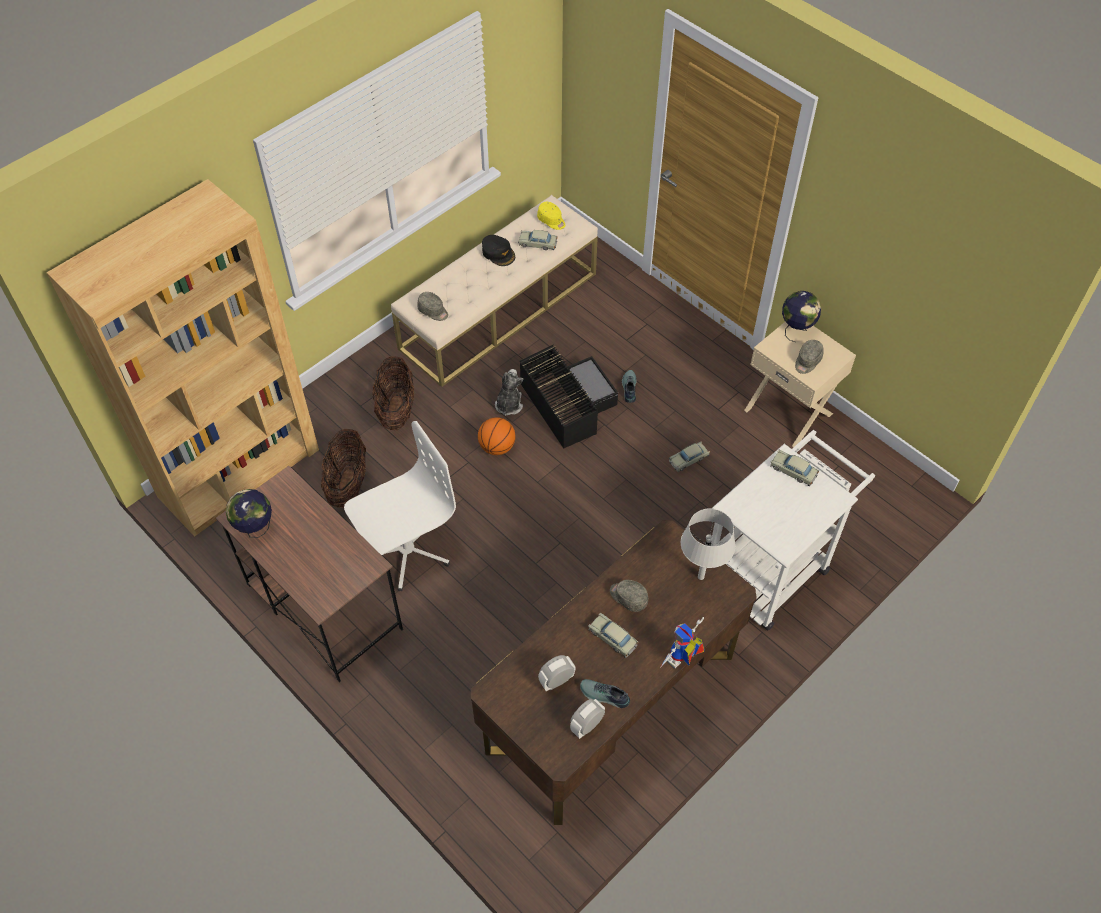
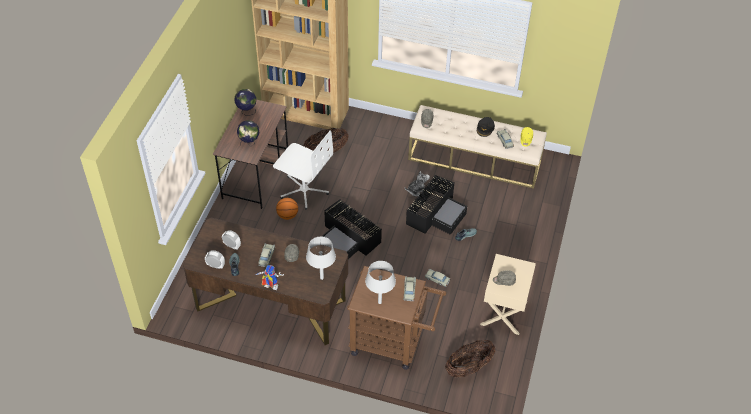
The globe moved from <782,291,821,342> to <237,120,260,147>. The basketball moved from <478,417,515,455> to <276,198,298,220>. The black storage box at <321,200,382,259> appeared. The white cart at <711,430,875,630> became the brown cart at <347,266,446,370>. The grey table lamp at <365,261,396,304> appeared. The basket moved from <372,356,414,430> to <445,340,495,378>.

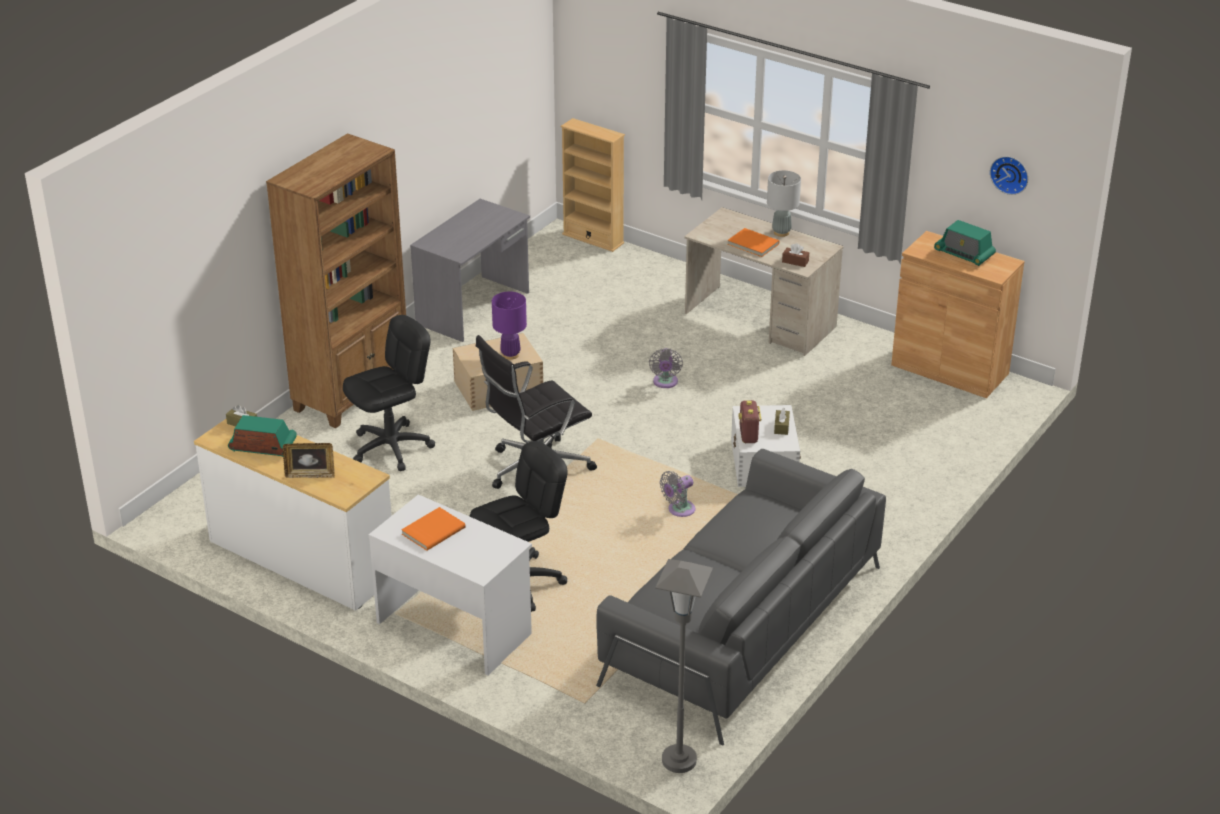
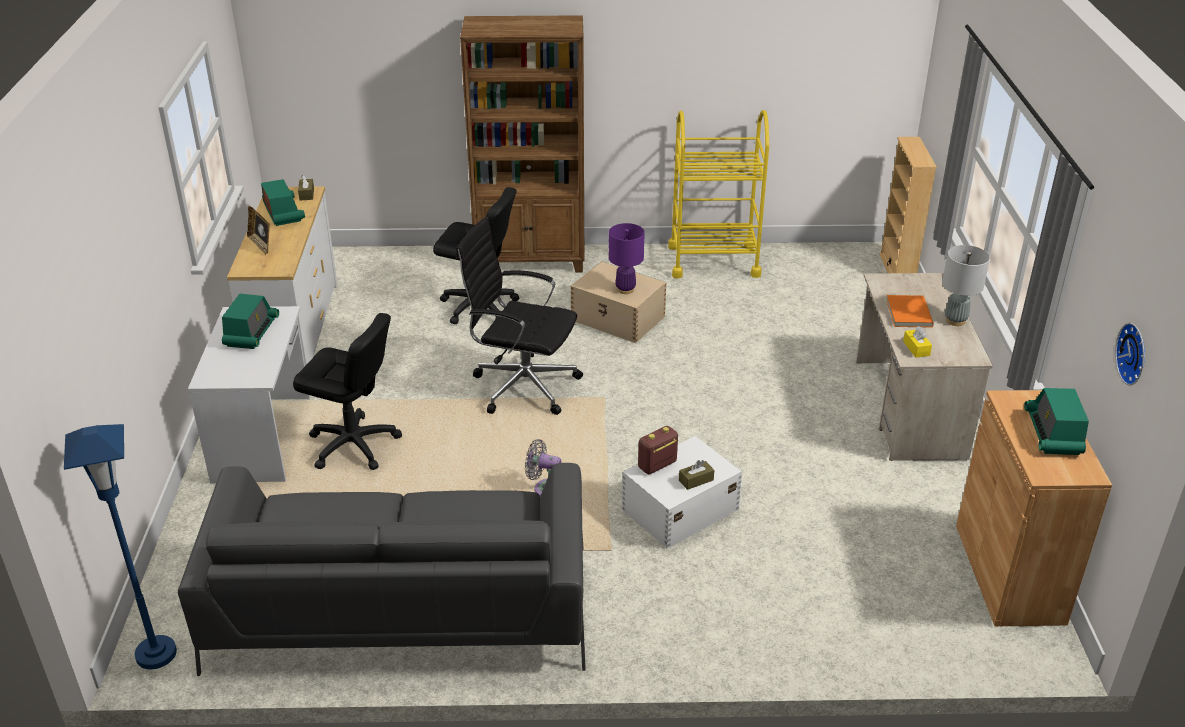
The grey floor lamp at <655,559,713,773> became the blue floor lamp at <64,424,177,669>. The orange book at <401,507,466,551> was replaced by the radio at <222,294,279,349>. The grey desk at <410,199,530,342> was replaced by the yellow cart at <668,110,769,279>. The brown tissue box at <782,243,809,267> became the yellow tissue box at <903,326,932,358>. The grey fan at <649,348,683,388> disappeared.

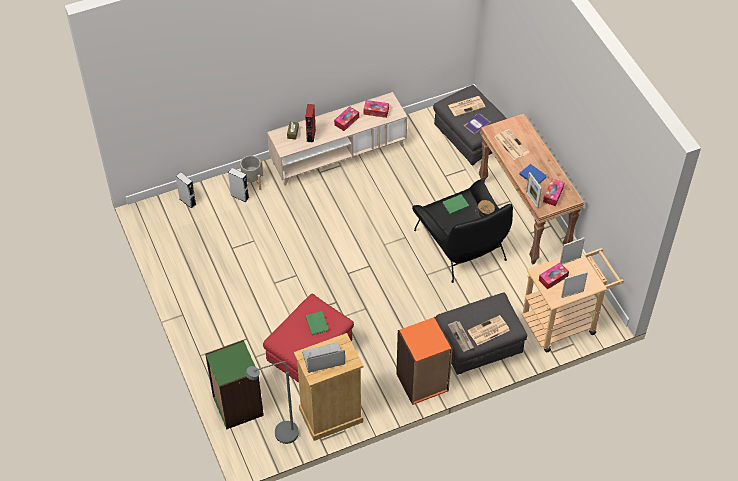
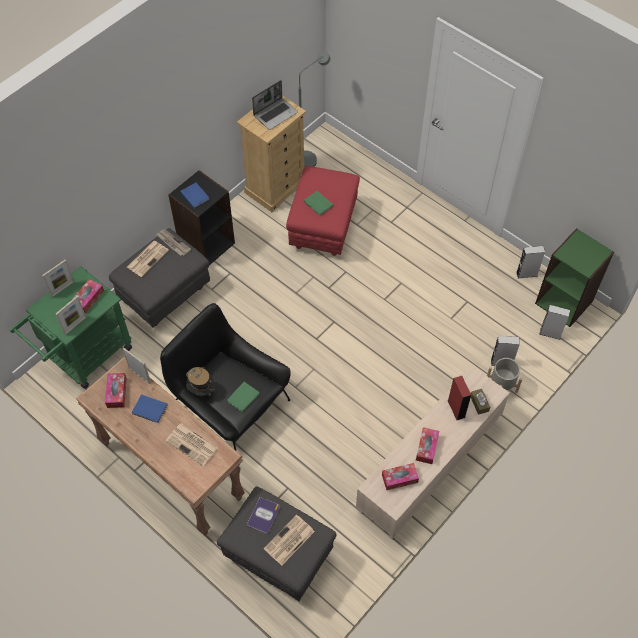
The beige cart at <522,248,624,352> became the green cart at <10,266,132,389>. The orange bookcase at <396,317,453,405> became the black bookcase at <168,170,235,265>. The blue book at <180,183,210,208> appeared. The grey speaker at <516,246,545,278> appeared. The green bookcase moved from <205,340,264,430> to <535,228,614,327>.

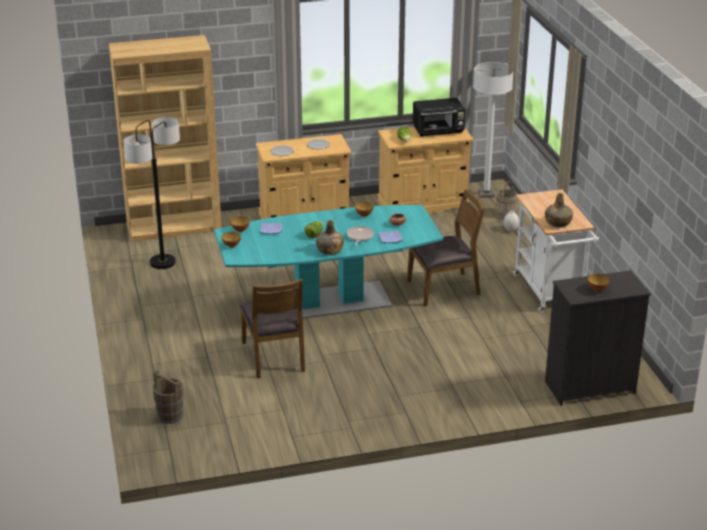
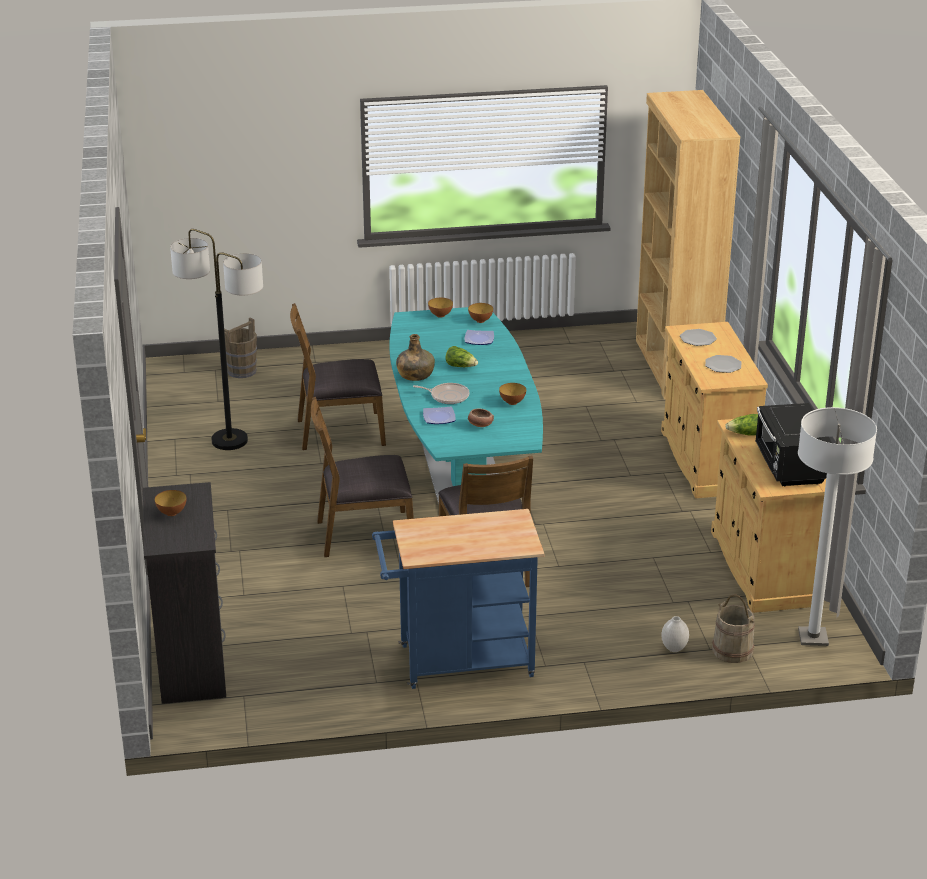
The floor lamp moved from <123,117,180,269> to <170,229,263,450>. The brown chair at <311,397,414,557> appeared. The white cart at <513,189,599,312> became the blue cart at <372,509,544,689>. The green bottle at <545,193,573,227> disappeared.

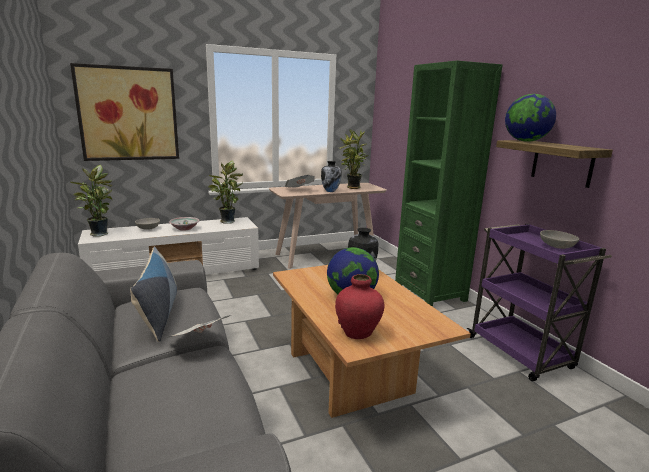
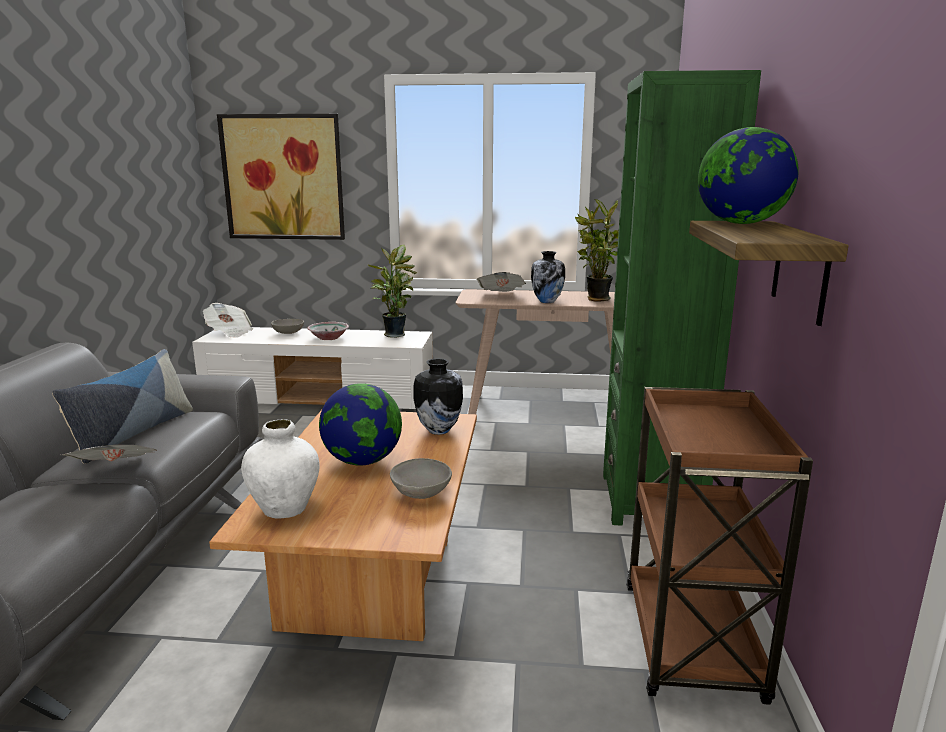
The potted plant at <71,165,113,237> was replaced by the newspaper at <203,303,253,338>. The red vase at <335,274,384,339> became the white vase at <241,419,320,518>. The grey bowl moved from <540,230,579,249> to <390,458,452,499>. The purple cart at <467,224,612,382> became the brown cart at <626,387,813,705>.

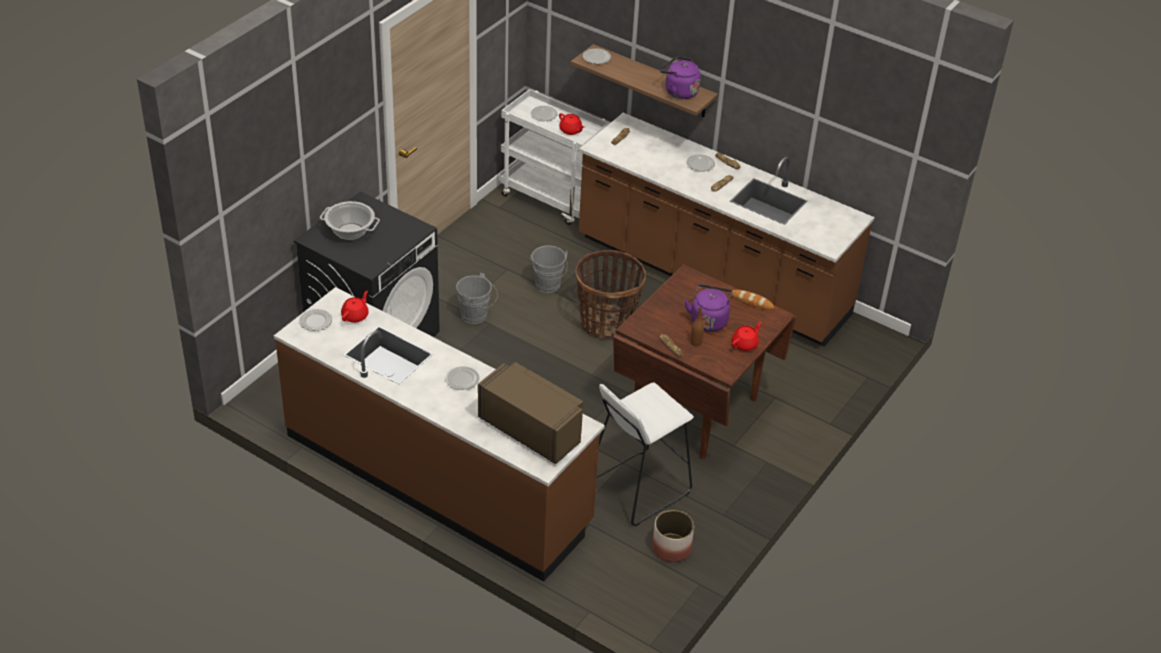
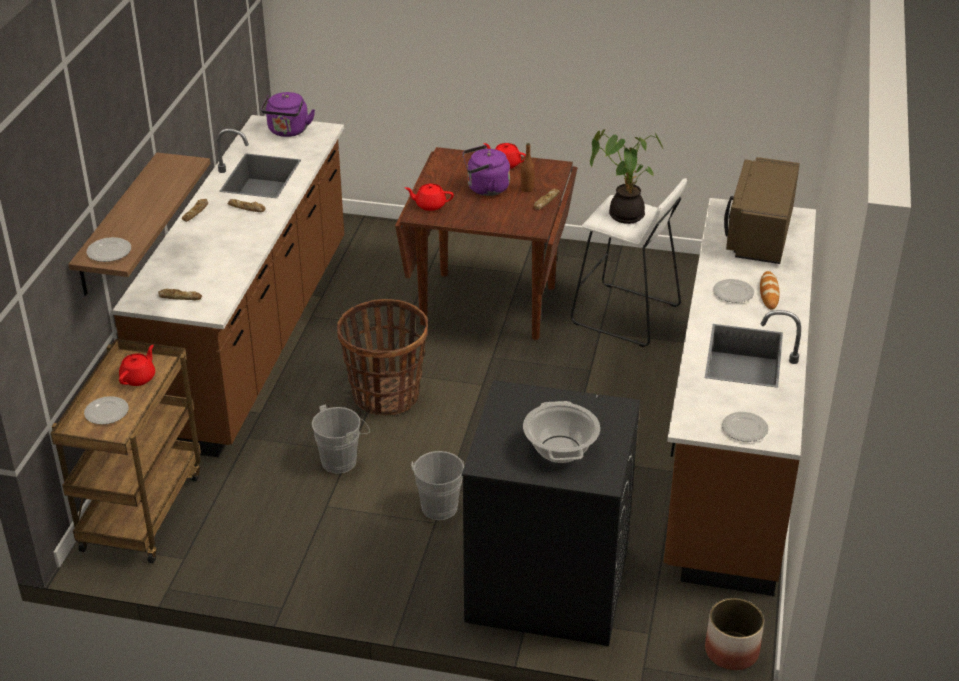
The white cart at <501,89,610,225> became the brown cart at <51,339,201,563>. The purple kettle moved from <660,56,701,99> to <261,92,315,137>. The red teapot moved from <341,291,369,323> to <405,184,454,211>. The potted plant at <590,129,663,224> appeared. The planter moved from <652,510,694,562> to <705,598,764,670>. The bread moved from <730,290,775,310> to <760,271,780,310>. The plate at <686,154,715,172> disappeared.

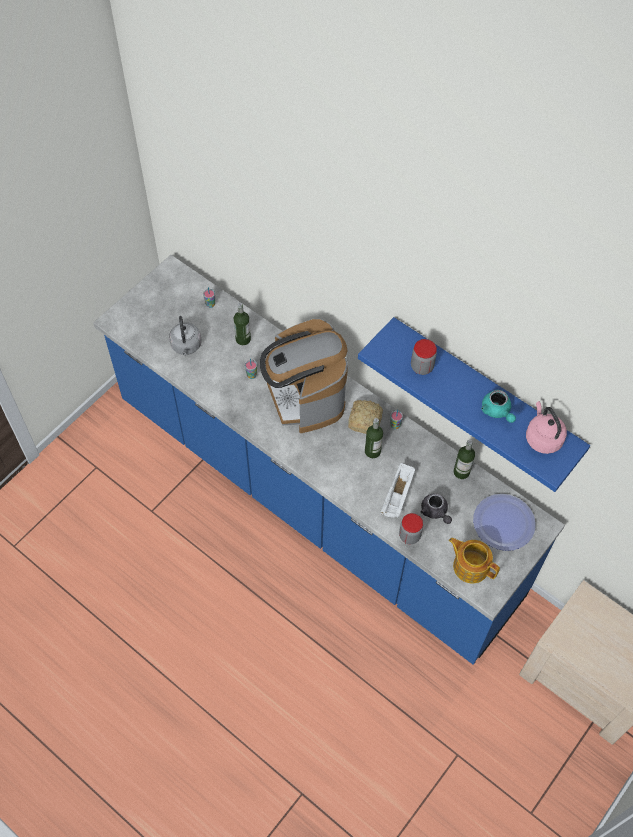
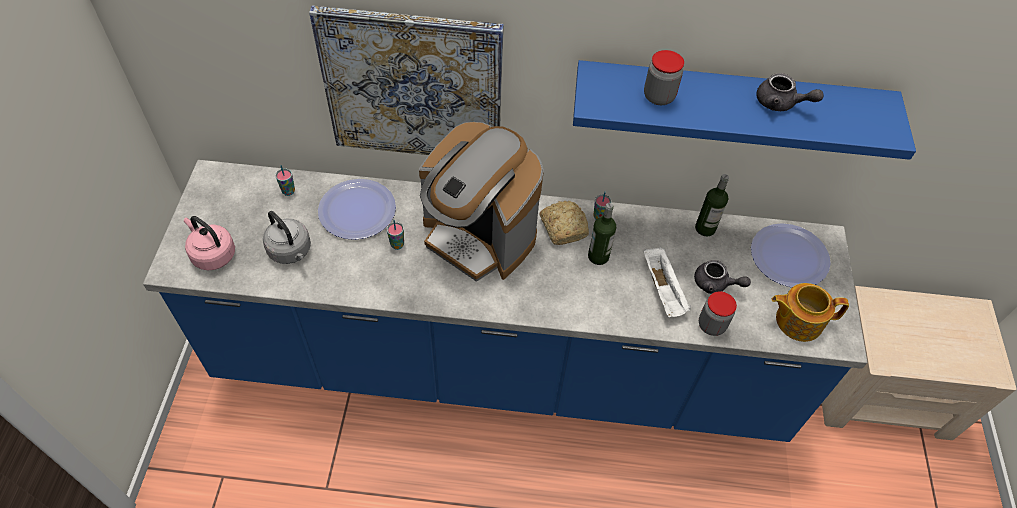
The pink kettle moved from <526,401,567,454> to <184,216,235,270>. The picture at <309,6,504,155> appeared. The bottle at <234,303,251,345> was replaced by the plate at <318,179,396,240>. The turquoise teapot at <481,390,516,423> became the grey teapot at <756,73,823,111>.

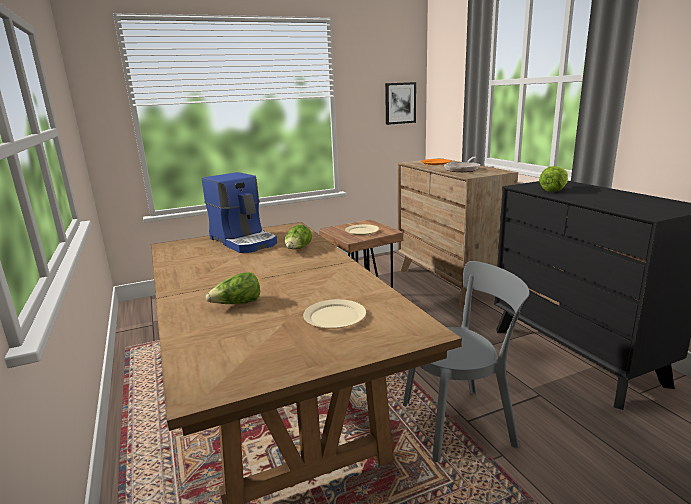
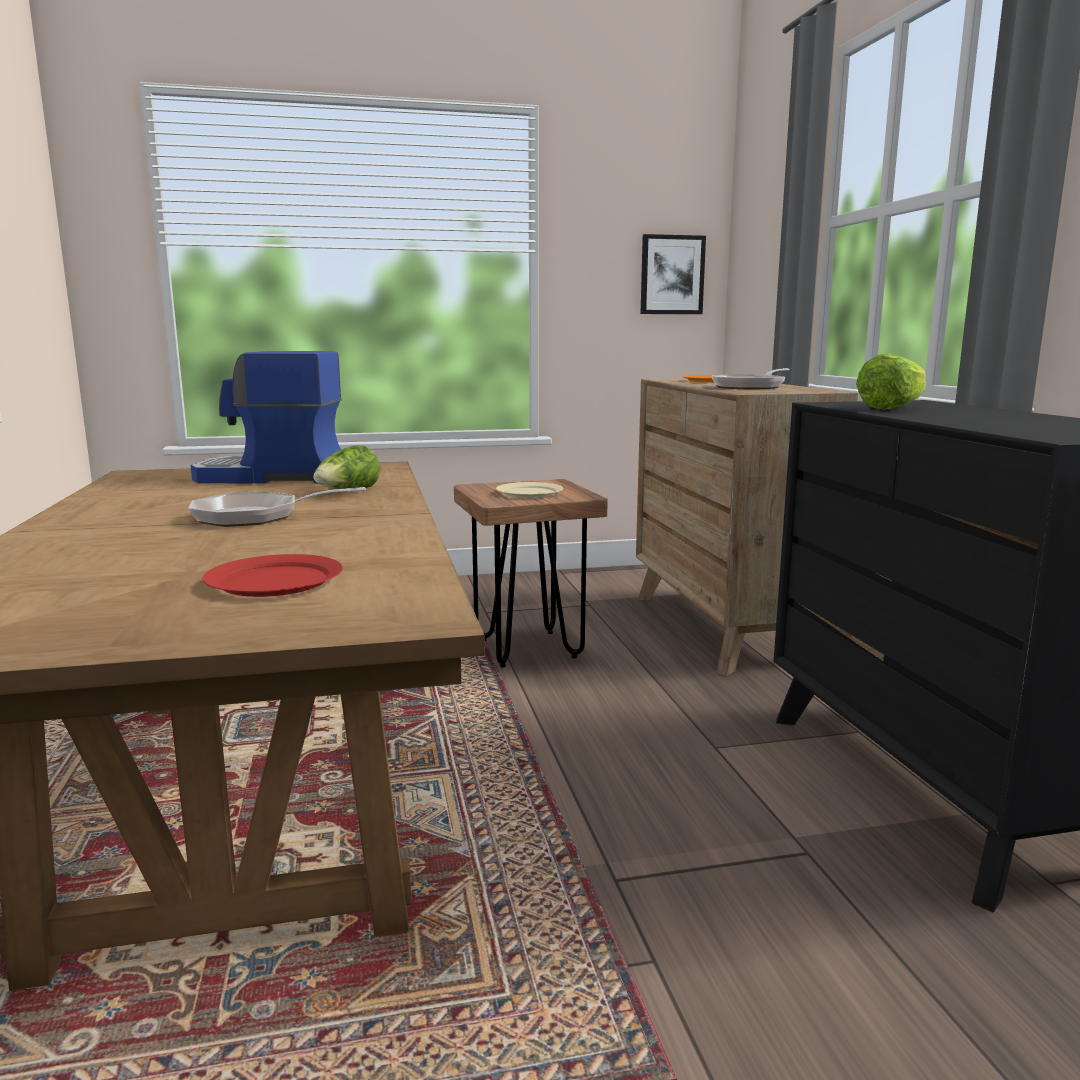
The frying pan at <188,487,366,527> appeared. The coffee machine at <202,172,277,253> turned 120 degrees clockwise. The beige plate at <303,299,366,328> became the red plate at <202,554,343,597>. The lettuce at <206,272,260,304> disappeared. The grey chair at <403,261,530,462> disappeared.

